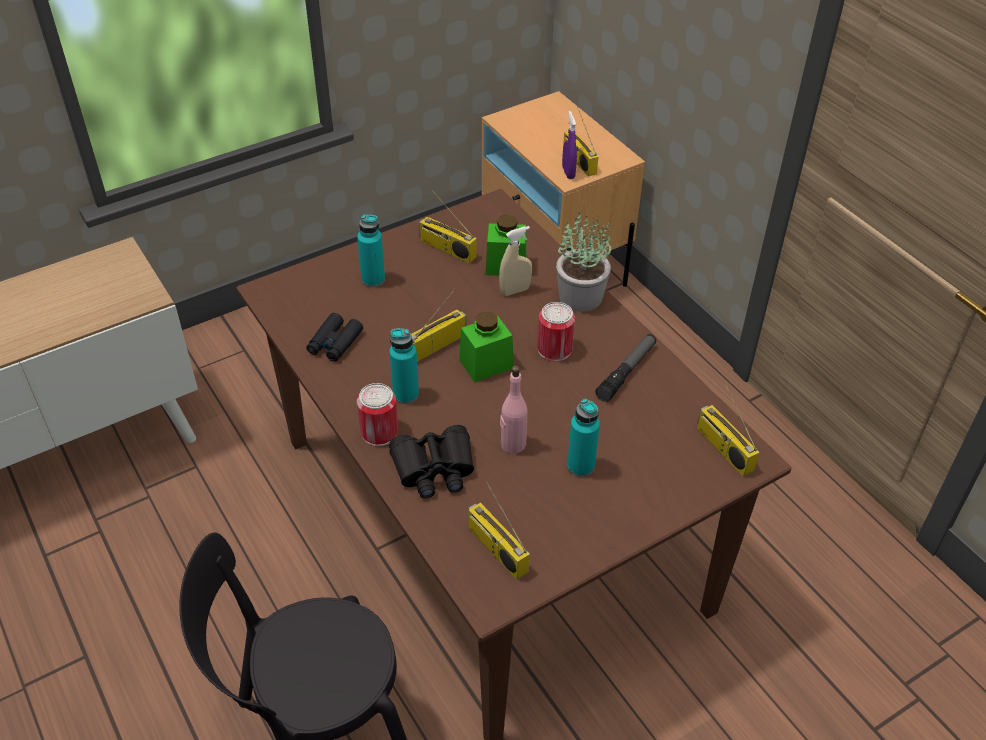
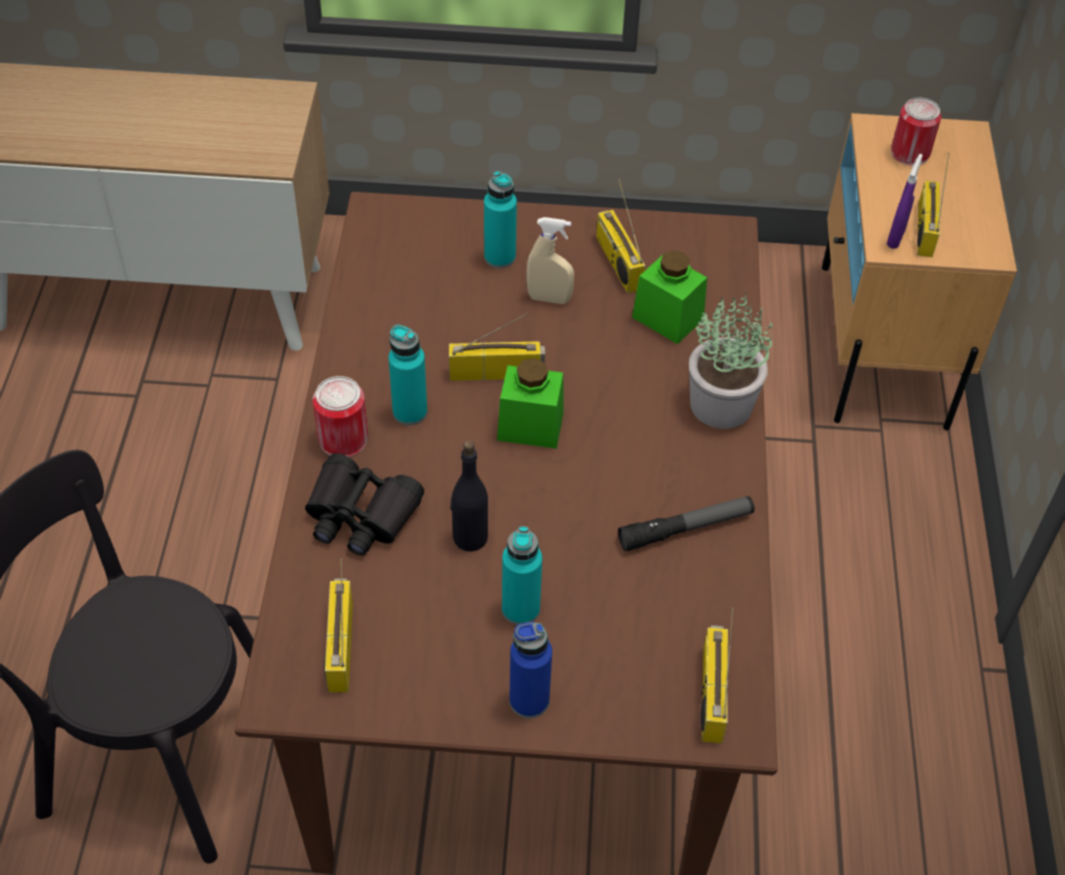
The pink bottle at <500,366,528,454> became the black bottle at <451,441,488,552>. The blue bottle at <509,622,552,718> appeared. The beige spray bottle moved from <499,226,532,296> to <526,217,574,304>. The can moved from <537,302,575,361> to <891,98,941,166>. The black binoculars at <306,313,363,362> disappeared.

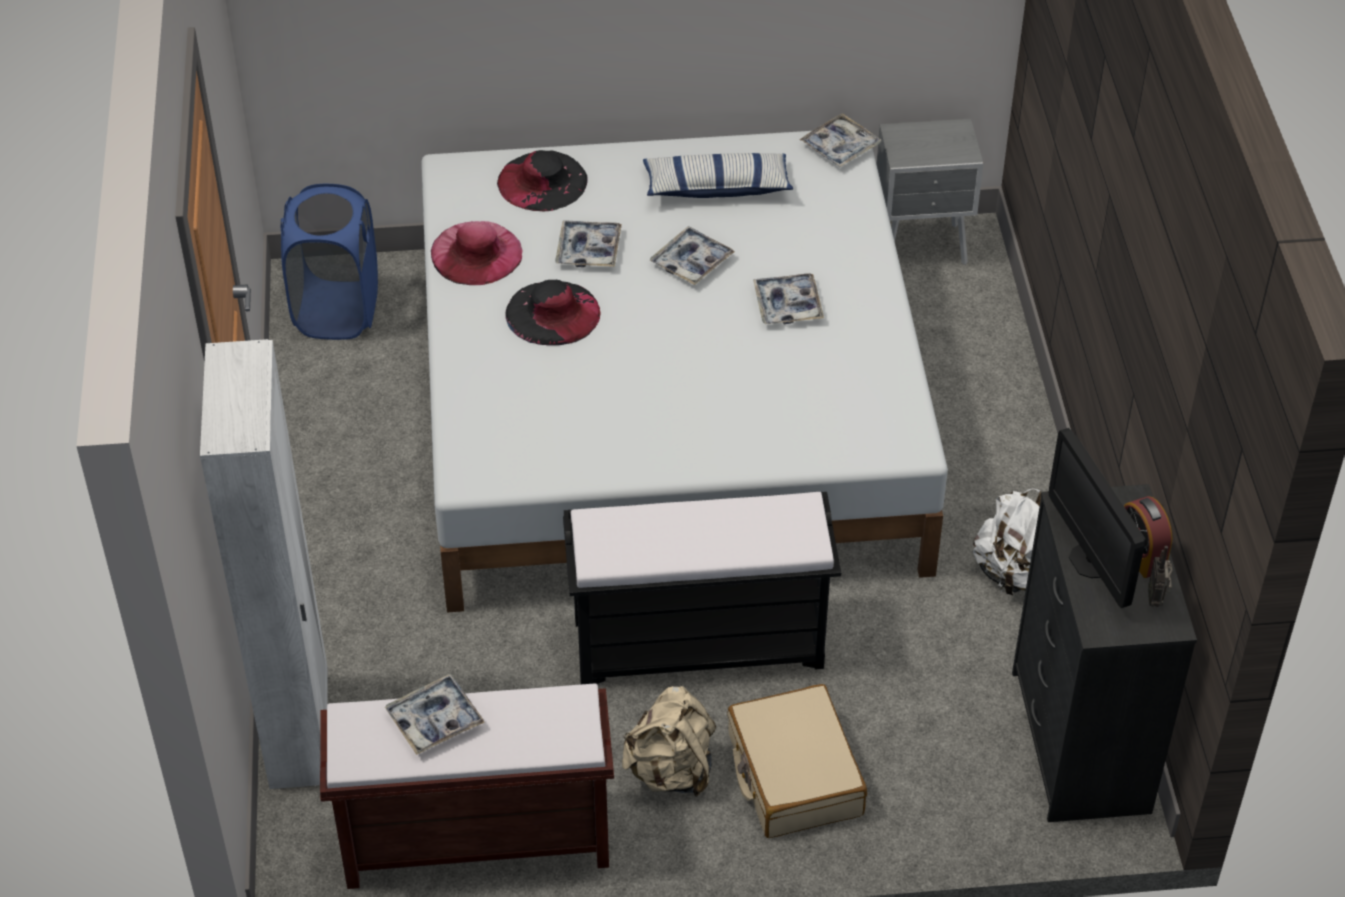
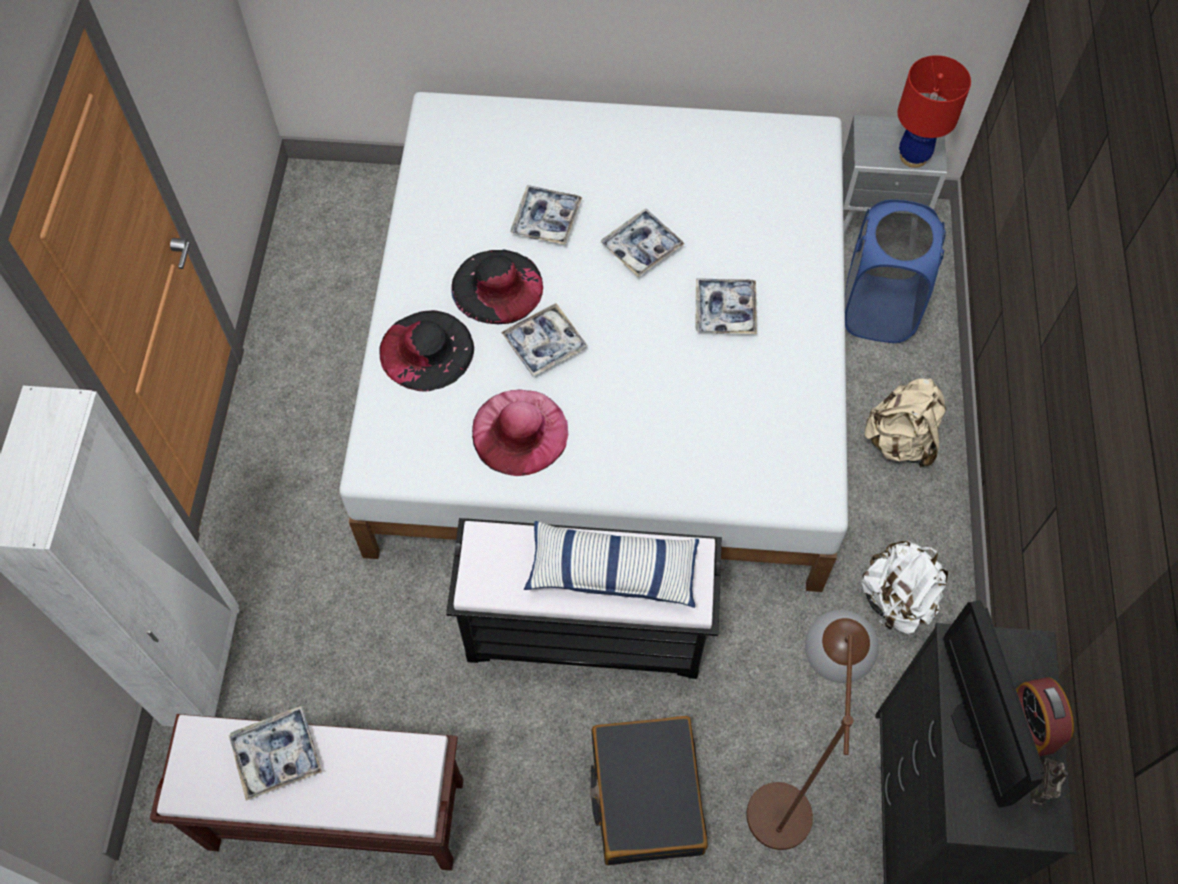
The black hat moved from <497,150,588,211> to <379,310,474,391>. The pink hat moved from <431,221,523,285> to <472,389,568,476>. The tray moved from <799,113,881,167> to <501,303,588,377>. The pillow moved from <643,153,793,198> to <524,521,699,608>. The beige suitcase at <727,684,867,838> became the black suitcase at <590,716,708,865>. The brown floor lamp at <746,610,879,850> appeared. The blue laundry basket moved from <281,184,378,340> to <845,199,945,343>. The beige backpack moved from <622,686,716,797> to <865,378,946,467>. The red table lamp at <898,55,971,168> appeared.

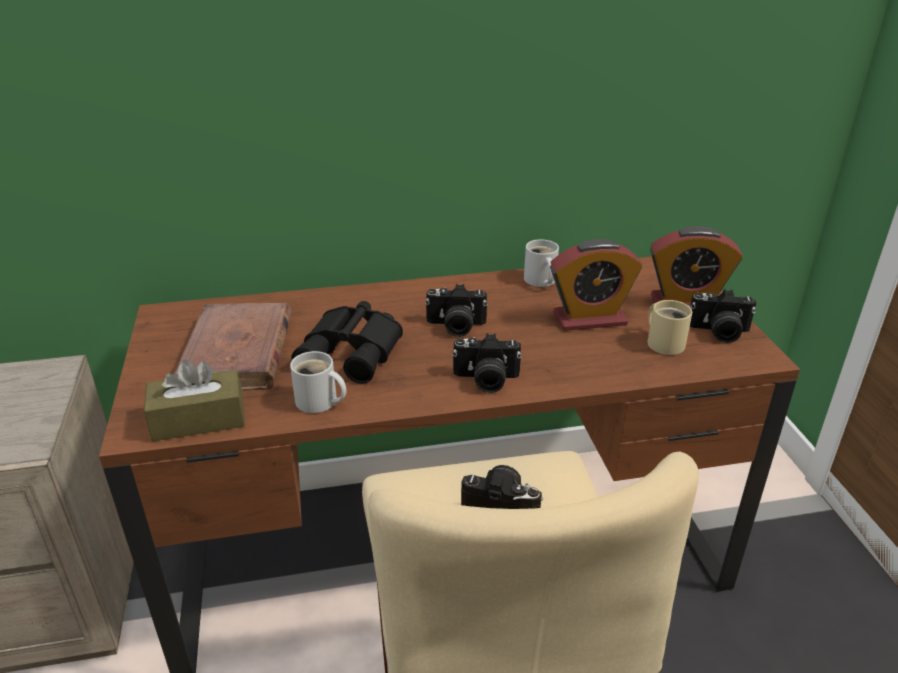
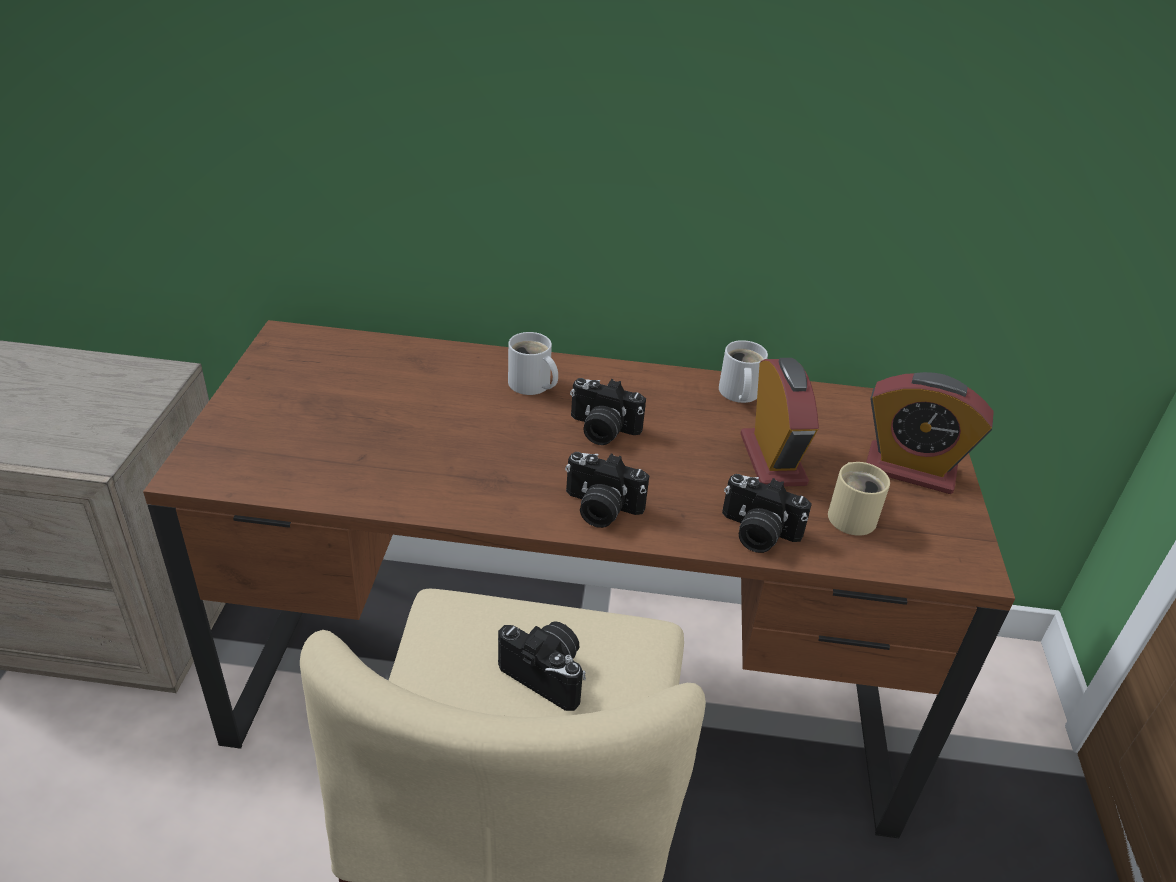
The white mug moved from <290,351,347,413> to <508,332,558,395>. The photo camera moved from <690,289,756,343> to <722,474,812,553>. The alarm clock at <550,239,643,331> turned 105 degrees counterclockwise. The brown tissue box at <144,360,245,442> disappeared. The brown book at <174,303,291,391> disappeared. The black binoculars at <292,301,403,384> disappeared.

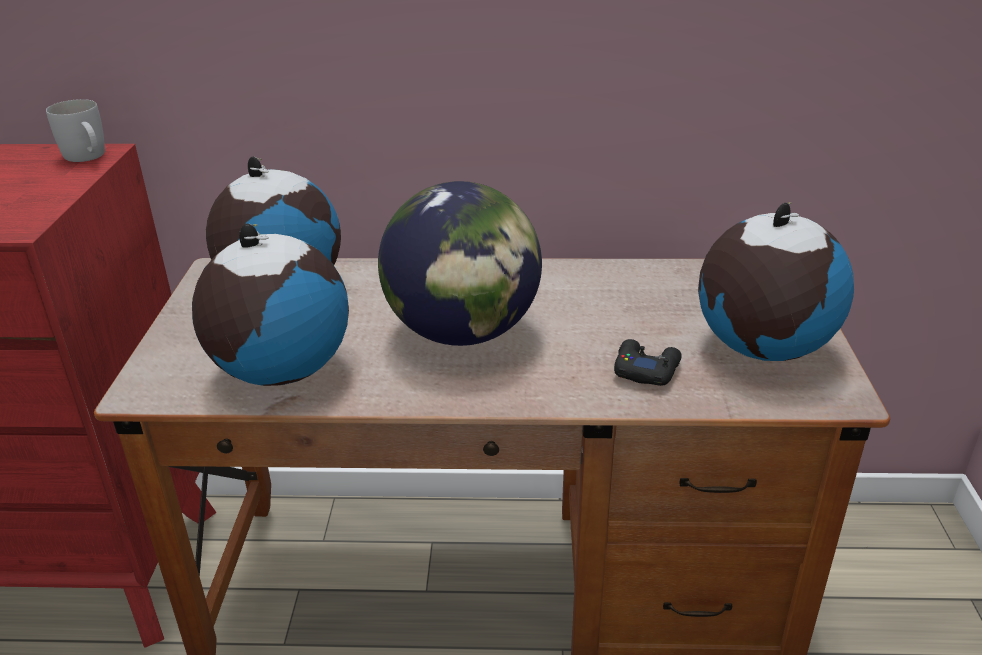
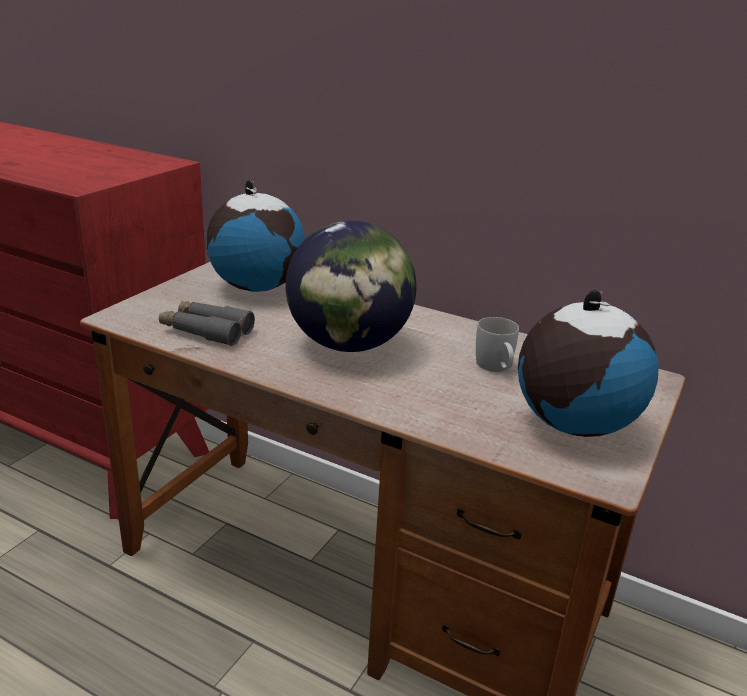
The globe at <192,224,349,386> was replaced by the grey binoculars at <159,301,255,346>. The white mug moved from <46,99,105,162> to <476,317,519,372>. The black game controller at <614,339,682,386> disappeared.

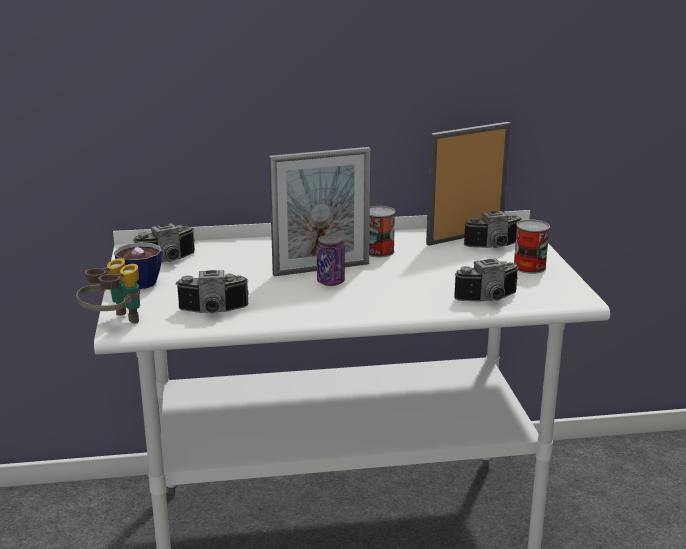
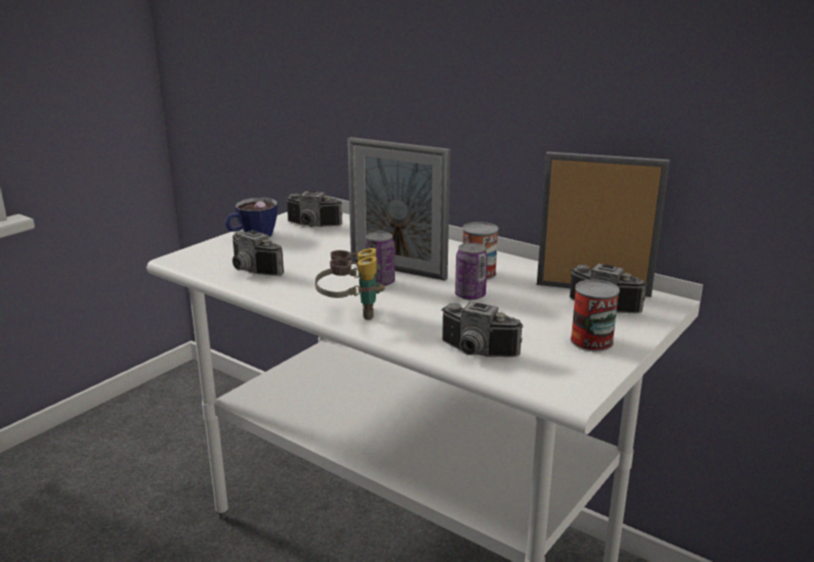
The binoculars moved from <76,258,140,324> to <315,248,385,320>. The can at <455,243,487,300> appeared.

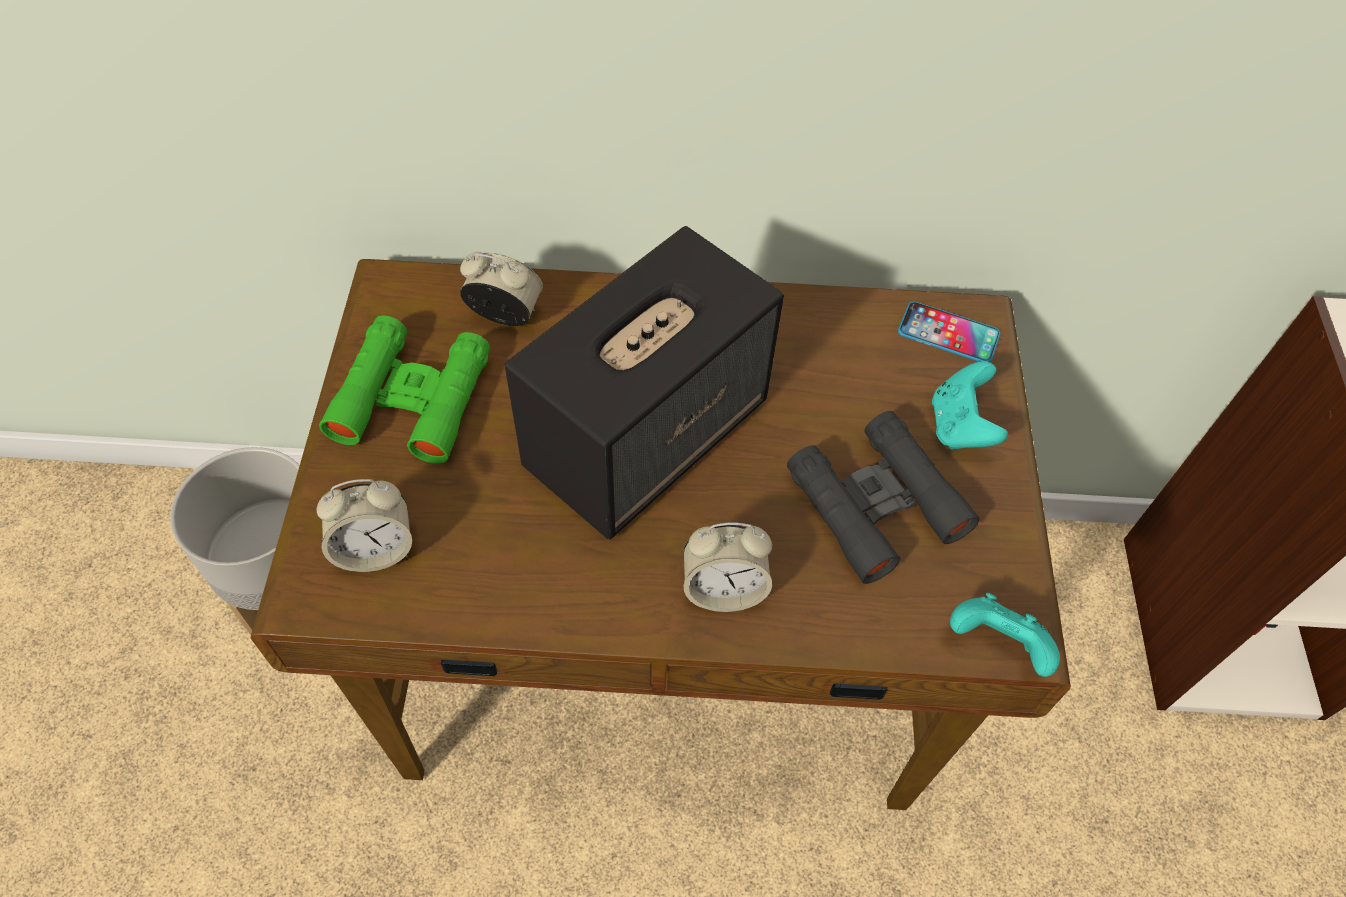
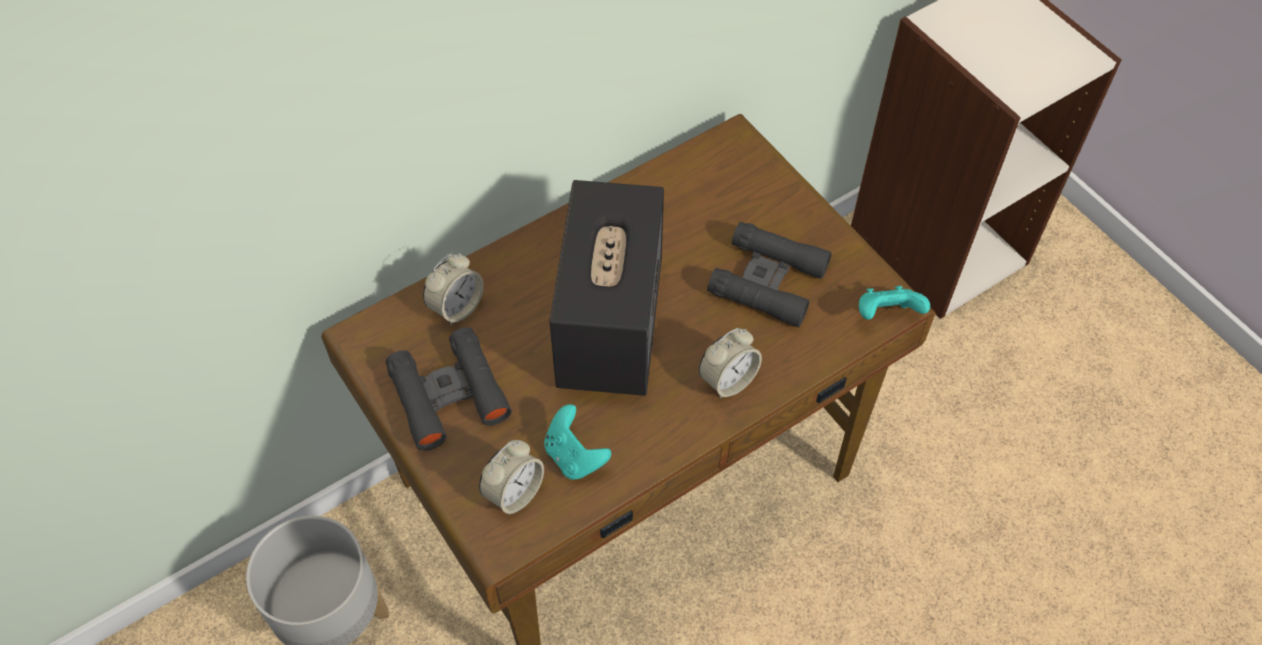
The green binoculars at <319,315,490,464> became the black binoculars at <386,327,512,451>. The alarm clock at <460,252,543,326> turned 150 degrees clockwise. The turquoise game controller moved from <932,361,1008,450> to <544,404,611,480>. The phone at <898,301,1001,362> disappeared.

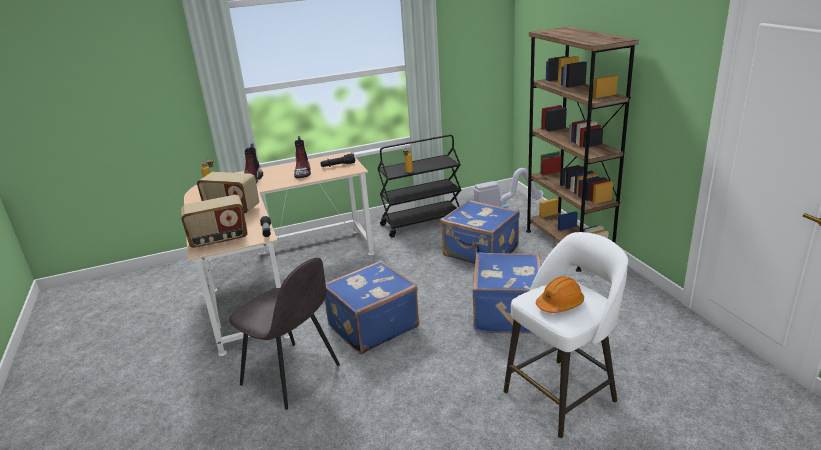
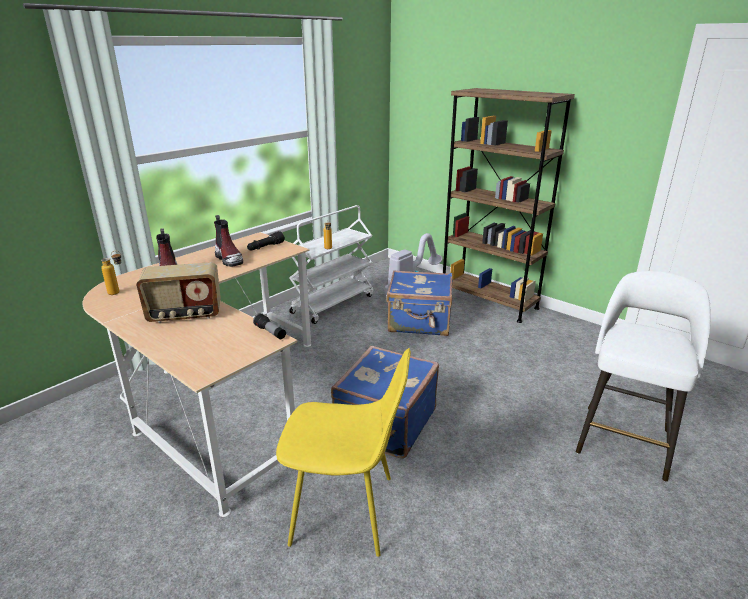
The grey chair at <229,258,340,410> became the yellow chair at <276,348,411,557>. The black cart at <377,135,461,238> became the white cart at <289,205,373,324>. The radio at <181,195,248,248> disappeared. The blue suitcase at <473,252,541,334> disappeared. The orange hard hat at <536,276,584,313> disappeared.

